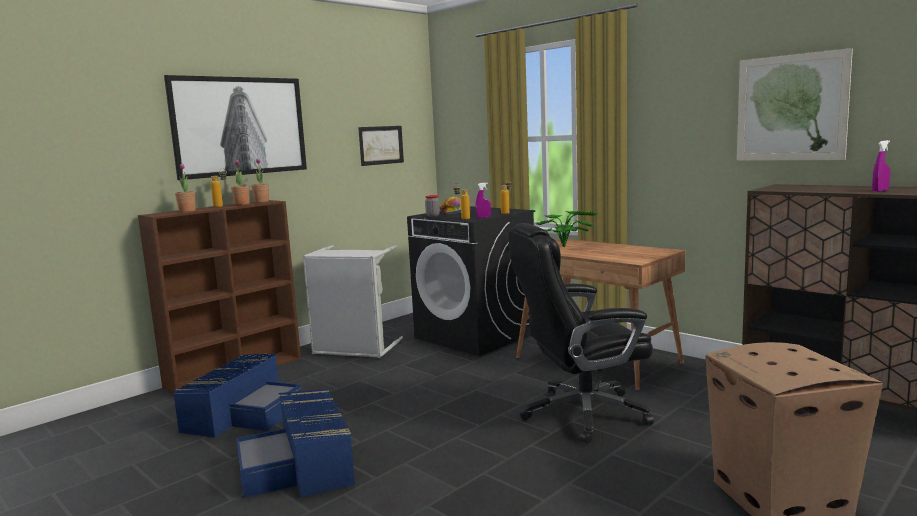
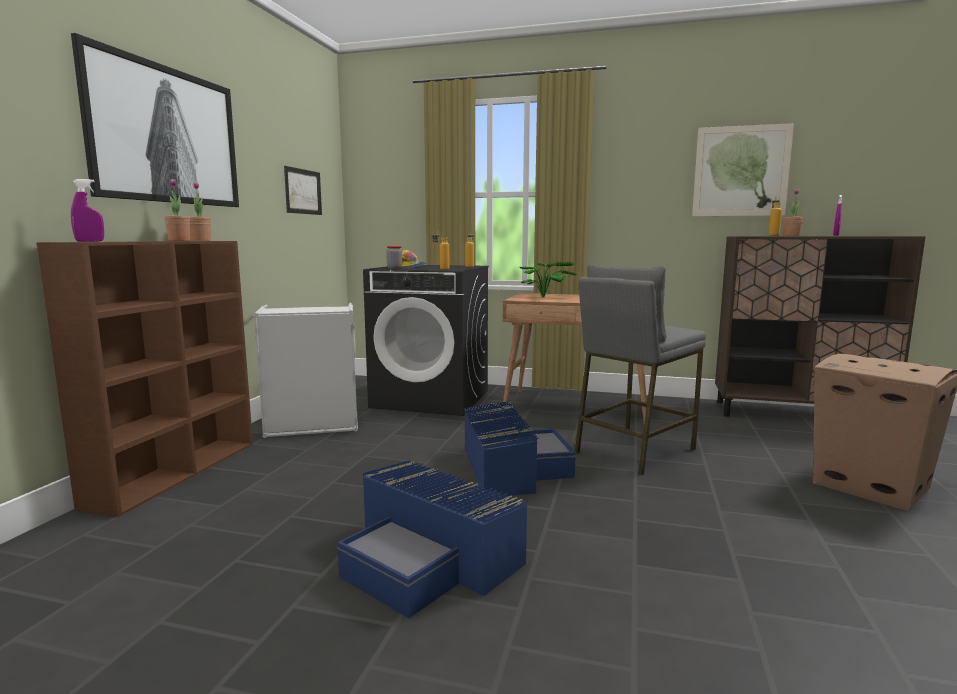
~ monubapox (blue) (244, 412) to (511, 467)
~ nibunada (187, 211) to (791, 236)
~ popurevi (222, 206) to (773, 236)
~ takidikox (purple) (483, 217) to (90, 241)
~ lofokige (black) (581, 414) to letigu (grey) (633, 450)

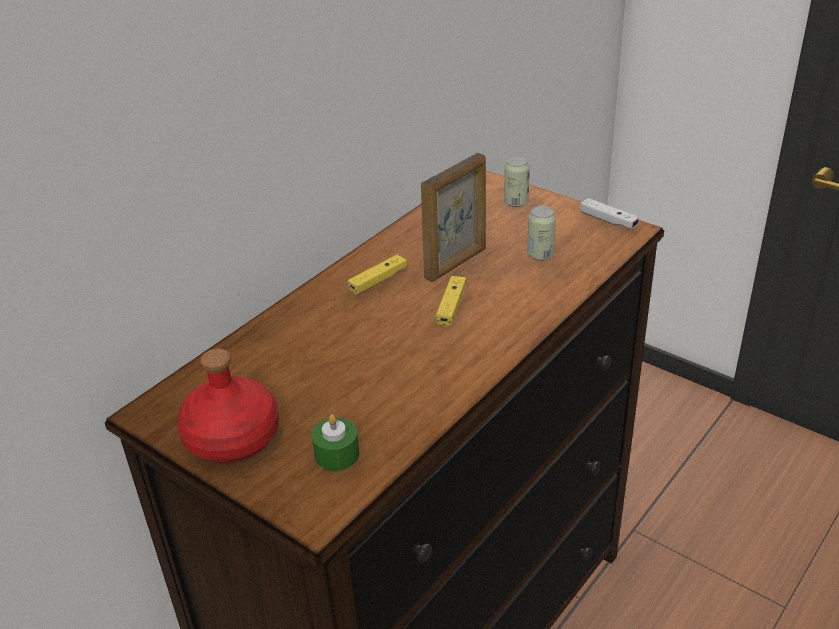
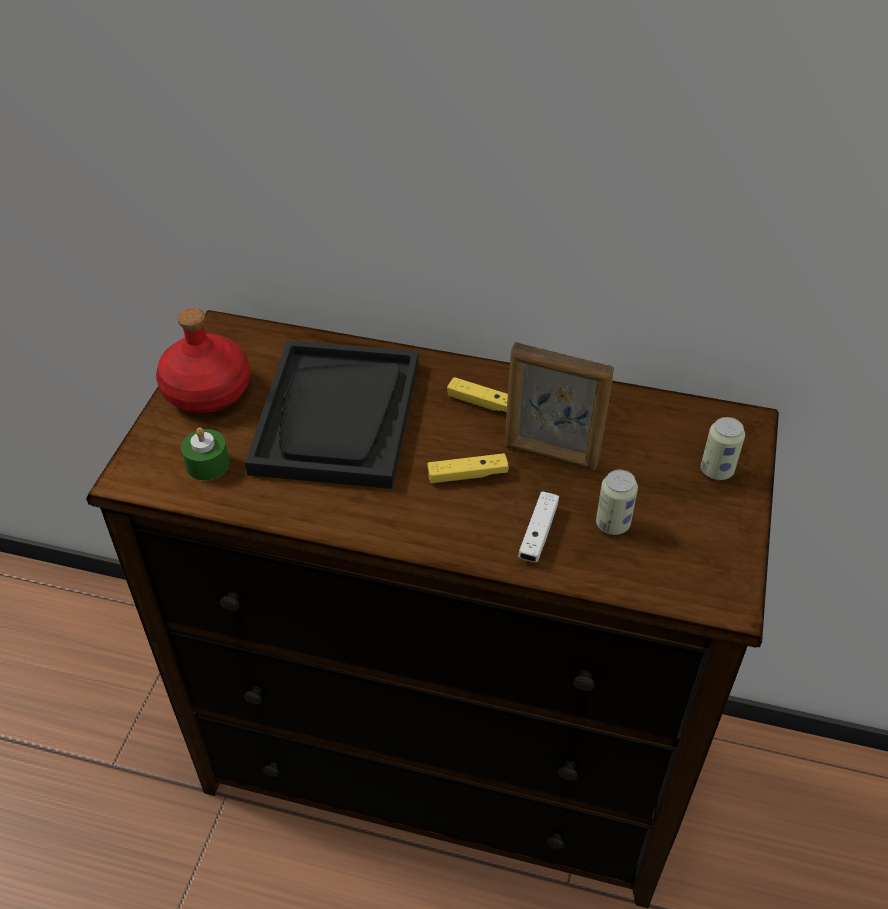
~ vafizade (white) (608, 220) to (538, 533)
+ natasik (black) (337, 417)

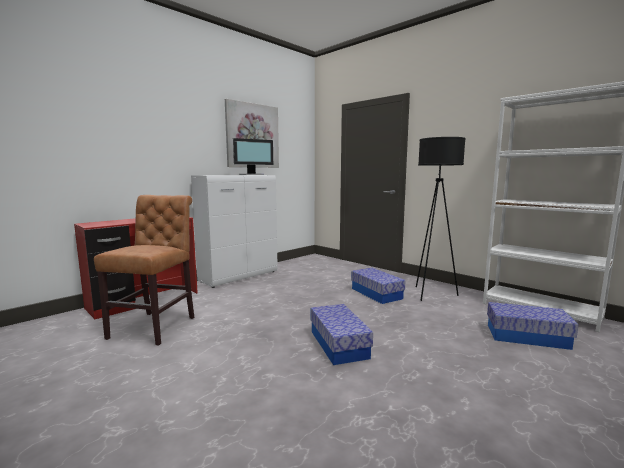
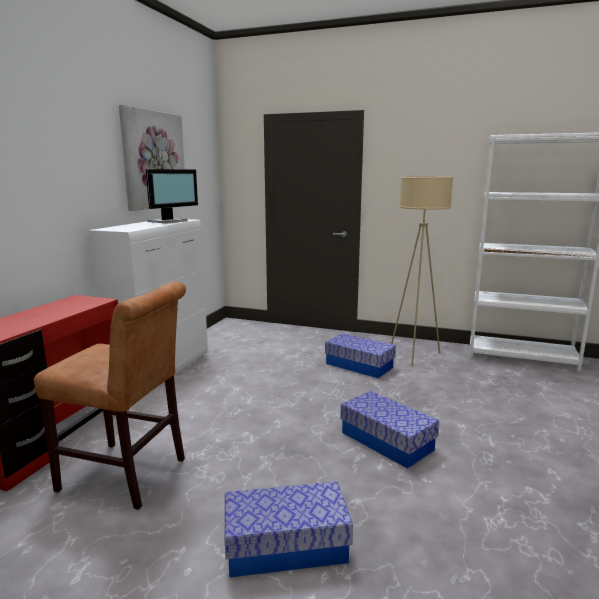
~ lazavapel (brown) (156, 326) = (128, 476) 120 degrees clockwise
~ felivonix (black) (432, 294) to felivonix (beige) (414, 355)
~ monubapox (527, 336) to (286, 545)

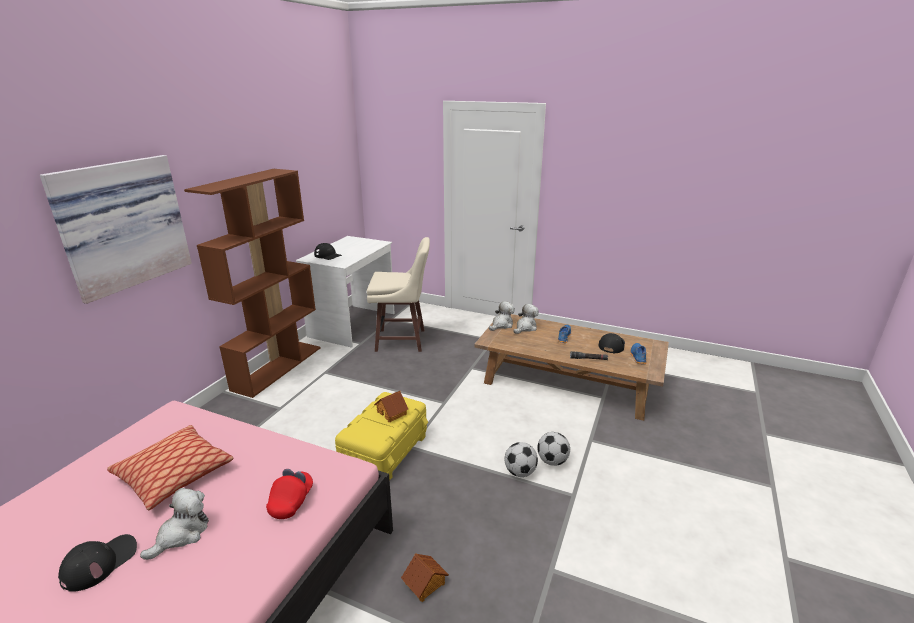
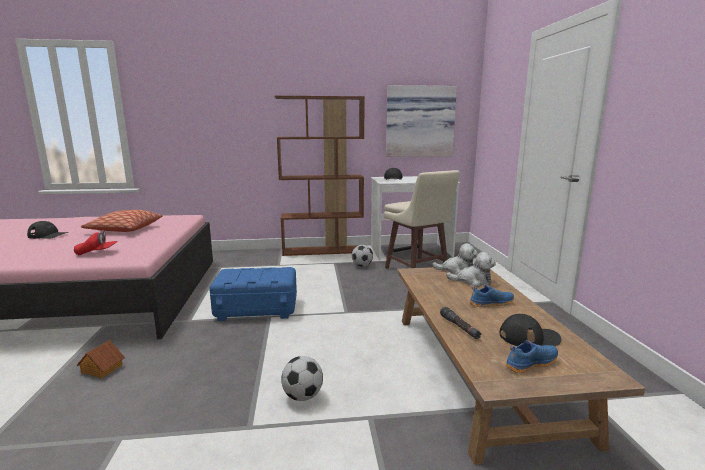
~ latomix (121, 224) to (419, 122)
- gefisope (182, 534)
~ monubapox (yellow) (384, 450) to monubapox (blue) (257, 308)
- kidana (392, 412)
~ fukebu (520, 472) to (362, 265)

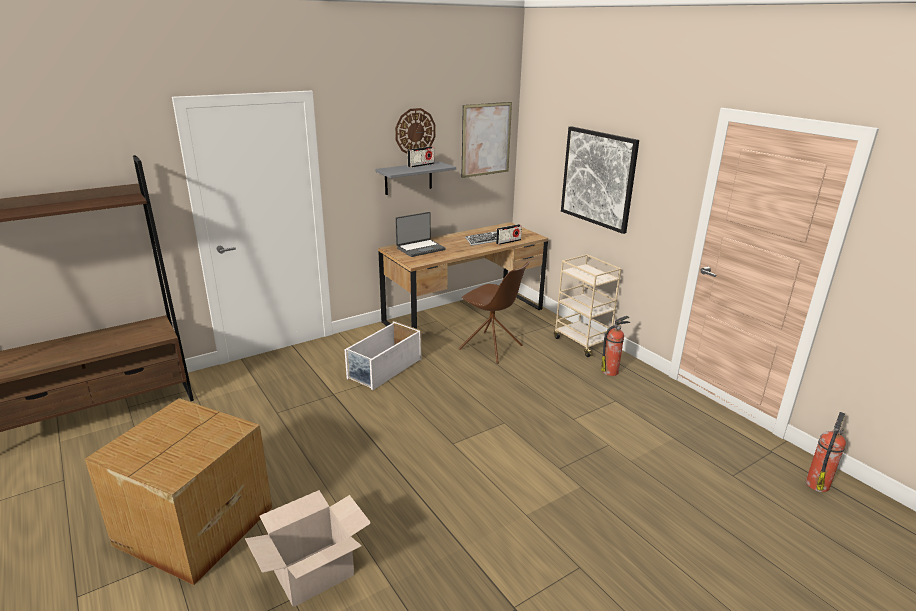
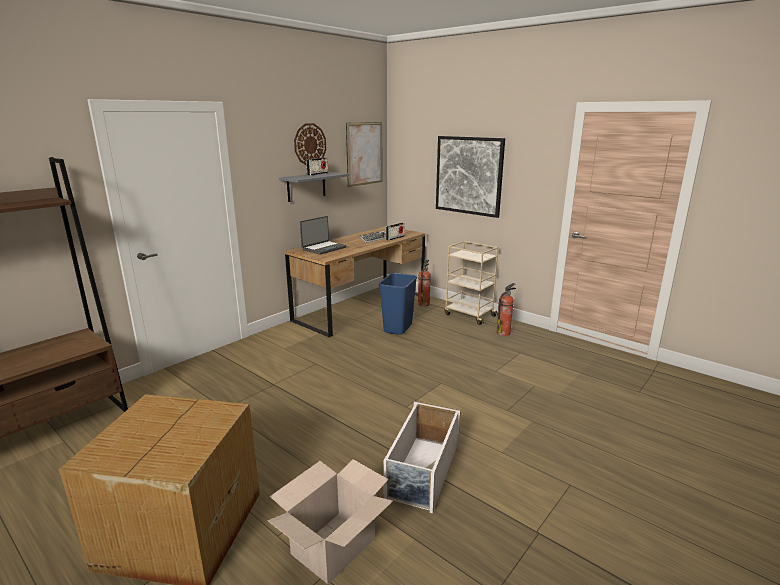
~ monubapox (white) (384, 369) to (422, 472)
~ lazavapel (brown) (491, 348) to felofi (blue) (398, 328)
~ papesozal (817, 484) to (424, 304)

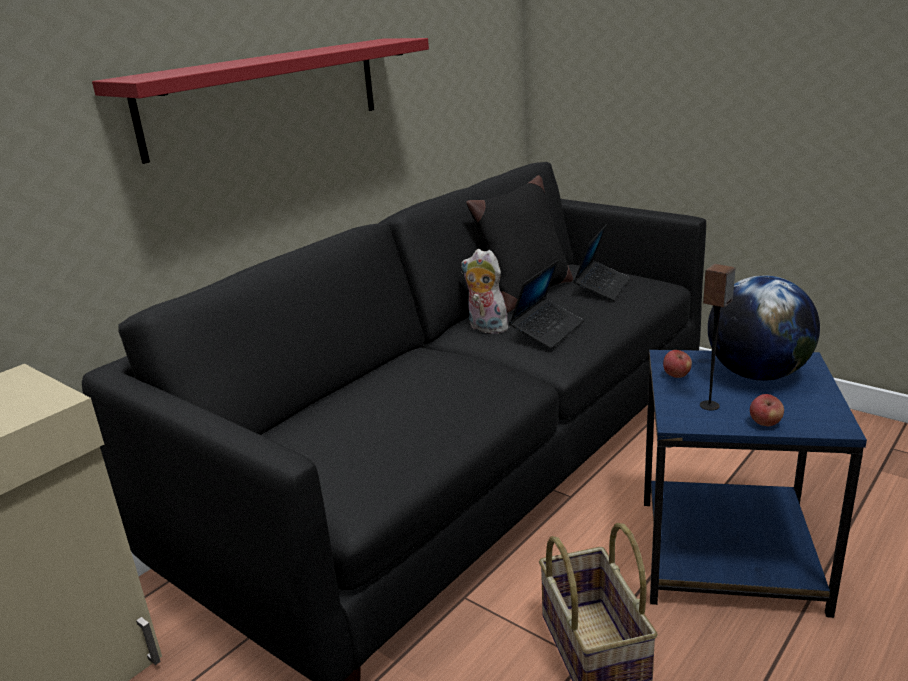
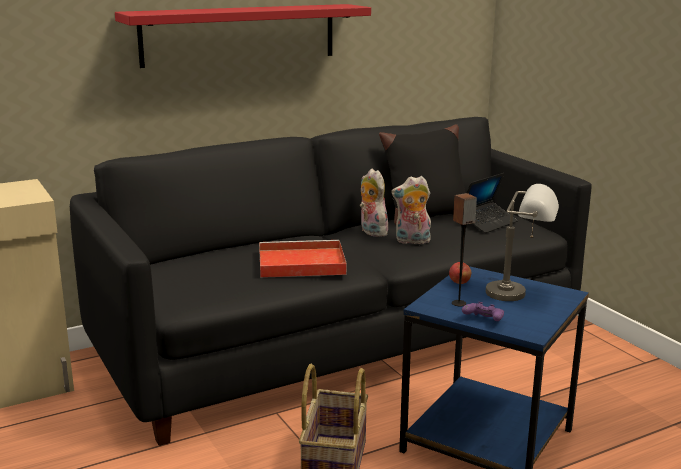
~ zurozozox (547, 330) to gefisope (412, 241)
~ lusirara (757, 374) to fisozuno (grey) (519, 294)
~ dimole (765, 423) to vafizade (purple) (483, 321)
+ natasik (red) (299, 263)

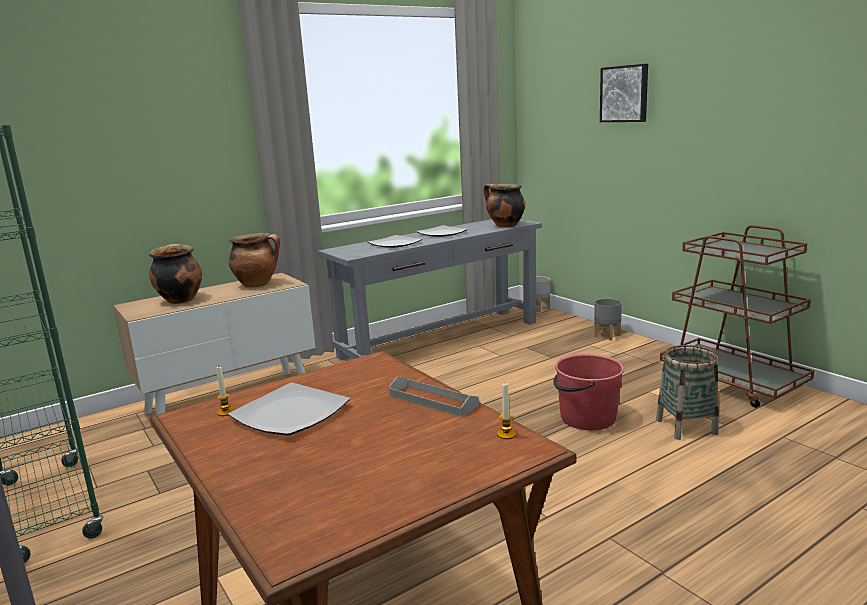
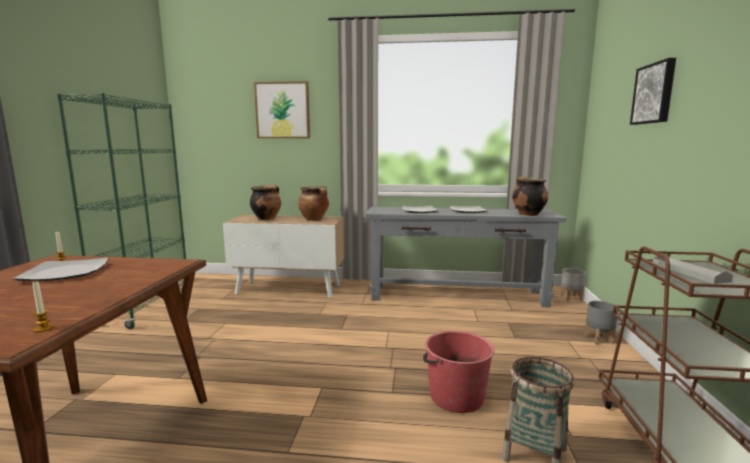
~ natasik (grey) (432, 400) to (689, 272)
+ latomix (282, 110)

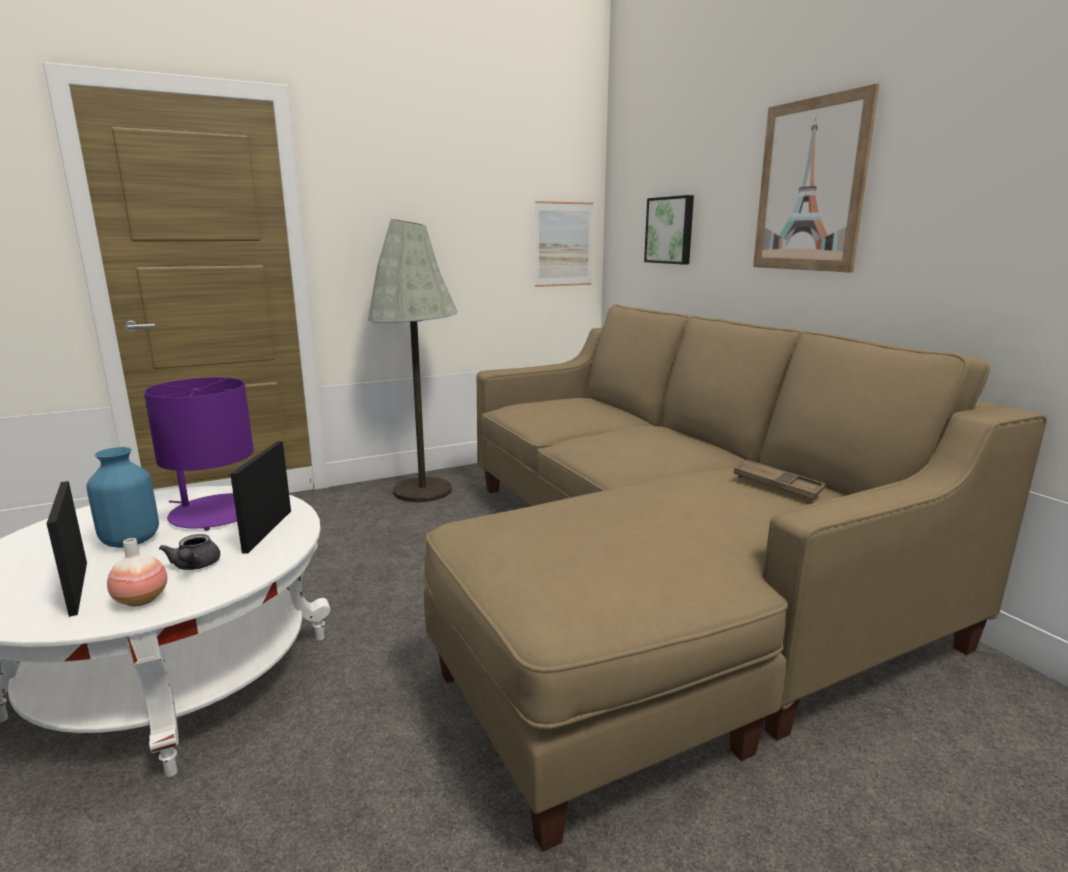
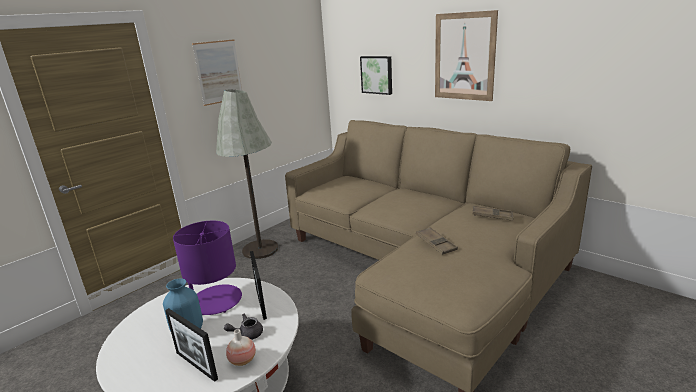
~ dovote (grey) (195, 566) = (247, 334) 105 degrees clockwise
~ latomix (563, 244) to (218, 72)
+ natasik (brown) (436, 244)

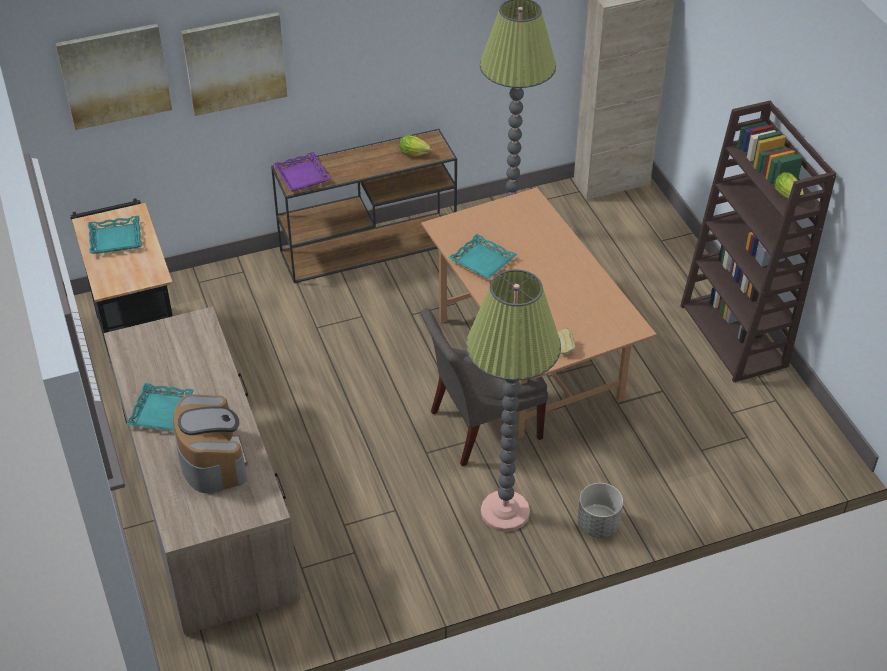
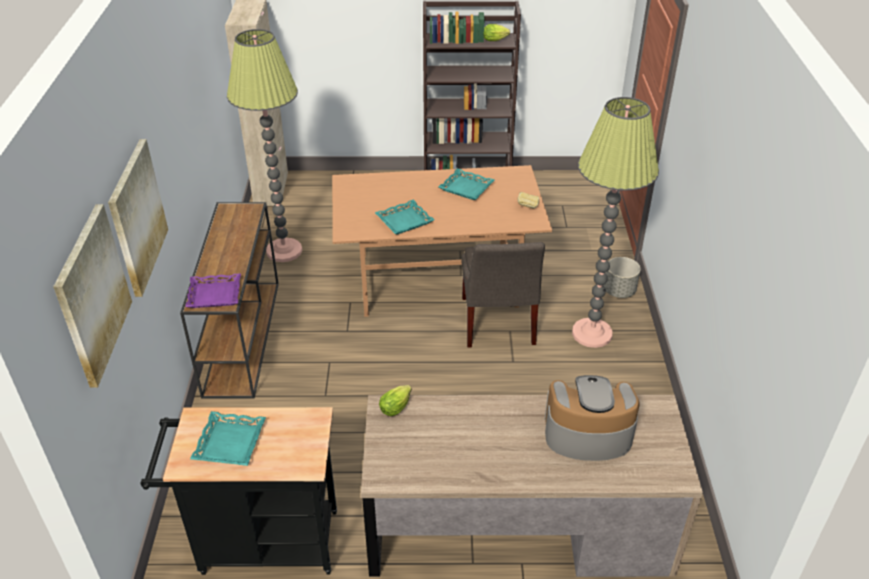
~ natasik (turquoise) (161, 411) to (466, 188)
~ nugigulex (415, 154) to (397, 406)

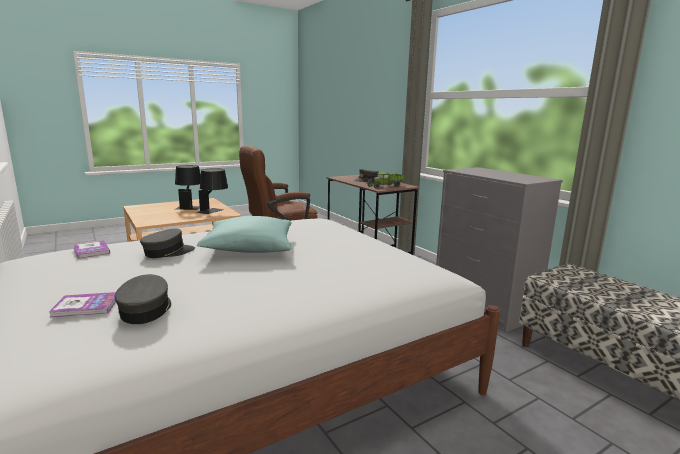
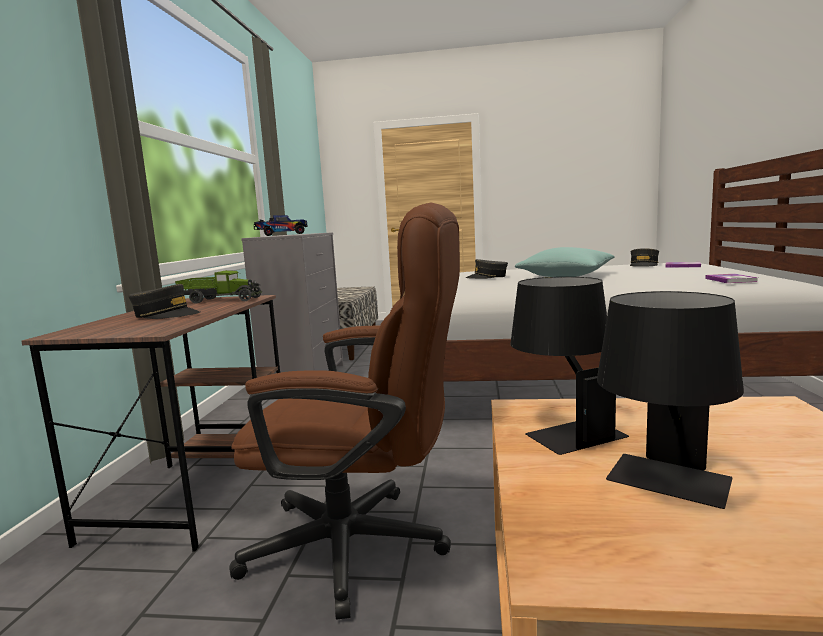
~ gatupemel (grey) (168, 252) to (487, 277)
+ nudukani (281, 235)

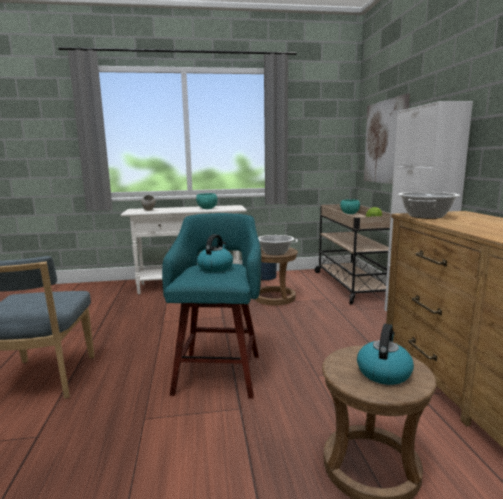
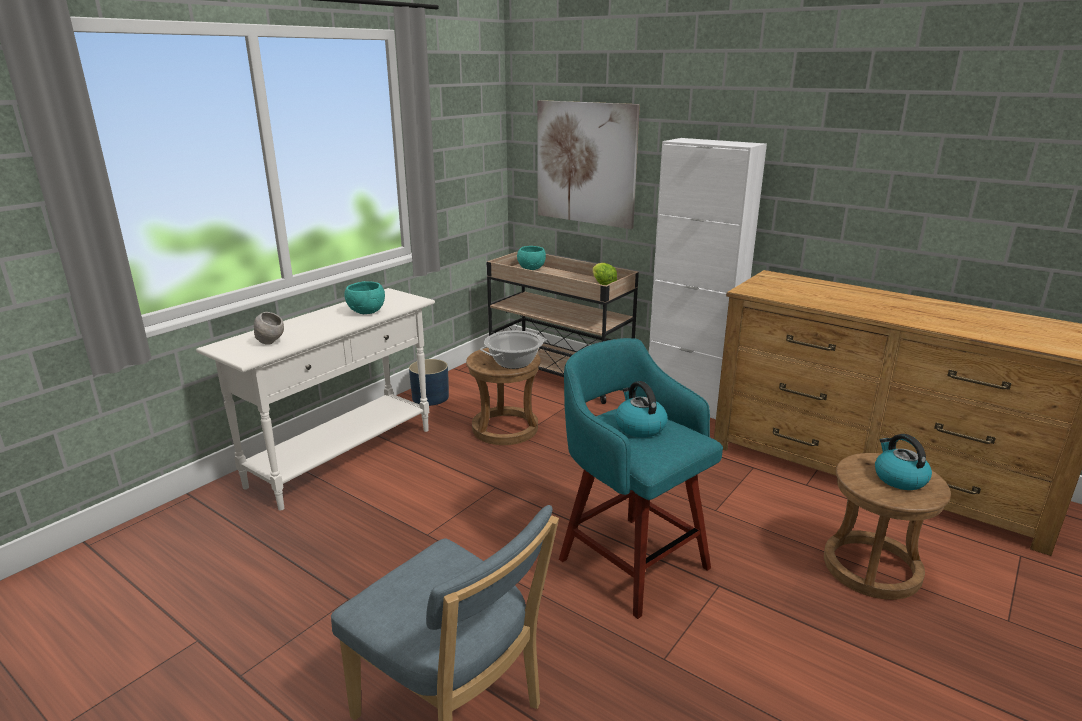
- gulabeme (426, 216)

